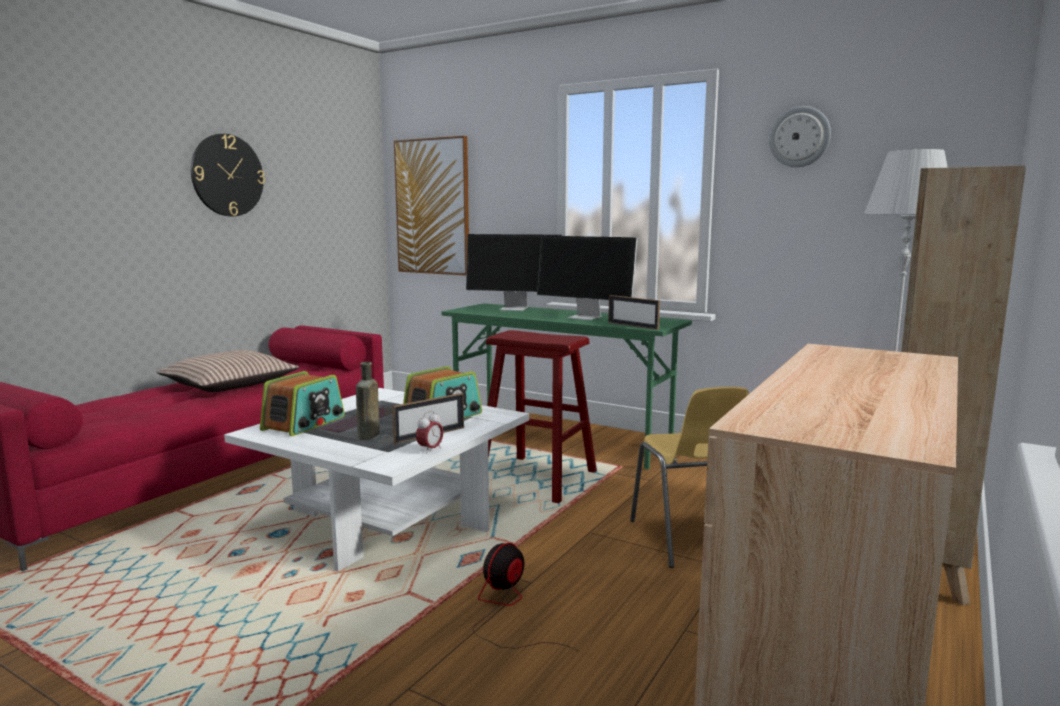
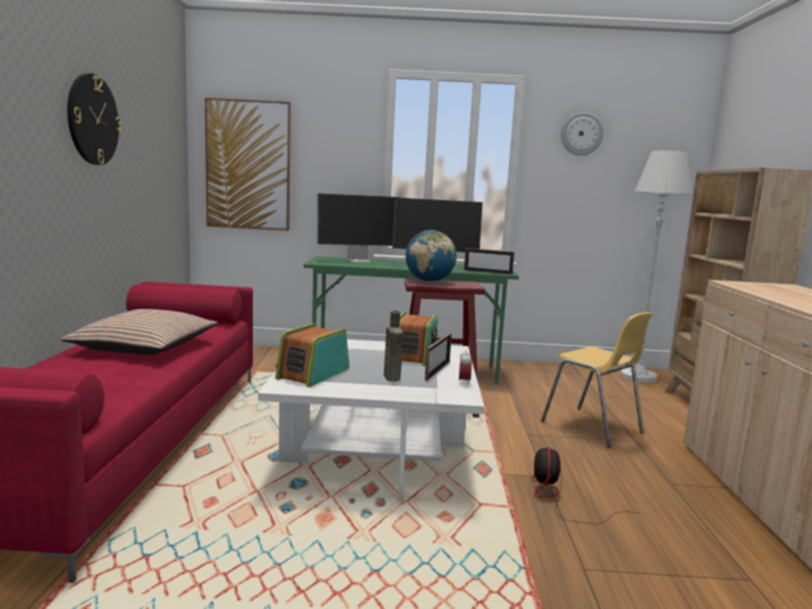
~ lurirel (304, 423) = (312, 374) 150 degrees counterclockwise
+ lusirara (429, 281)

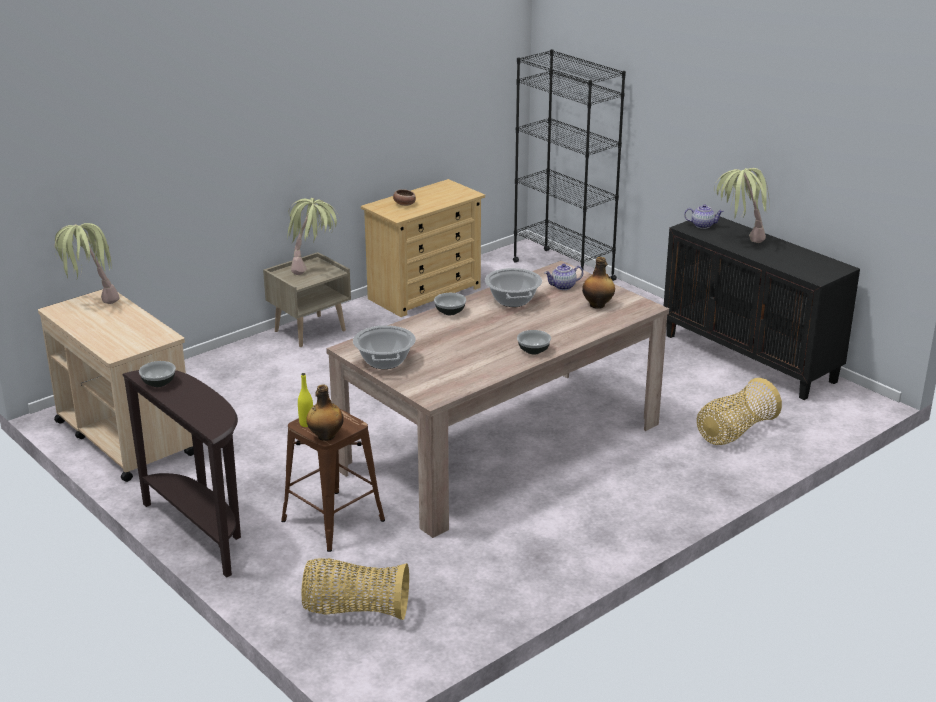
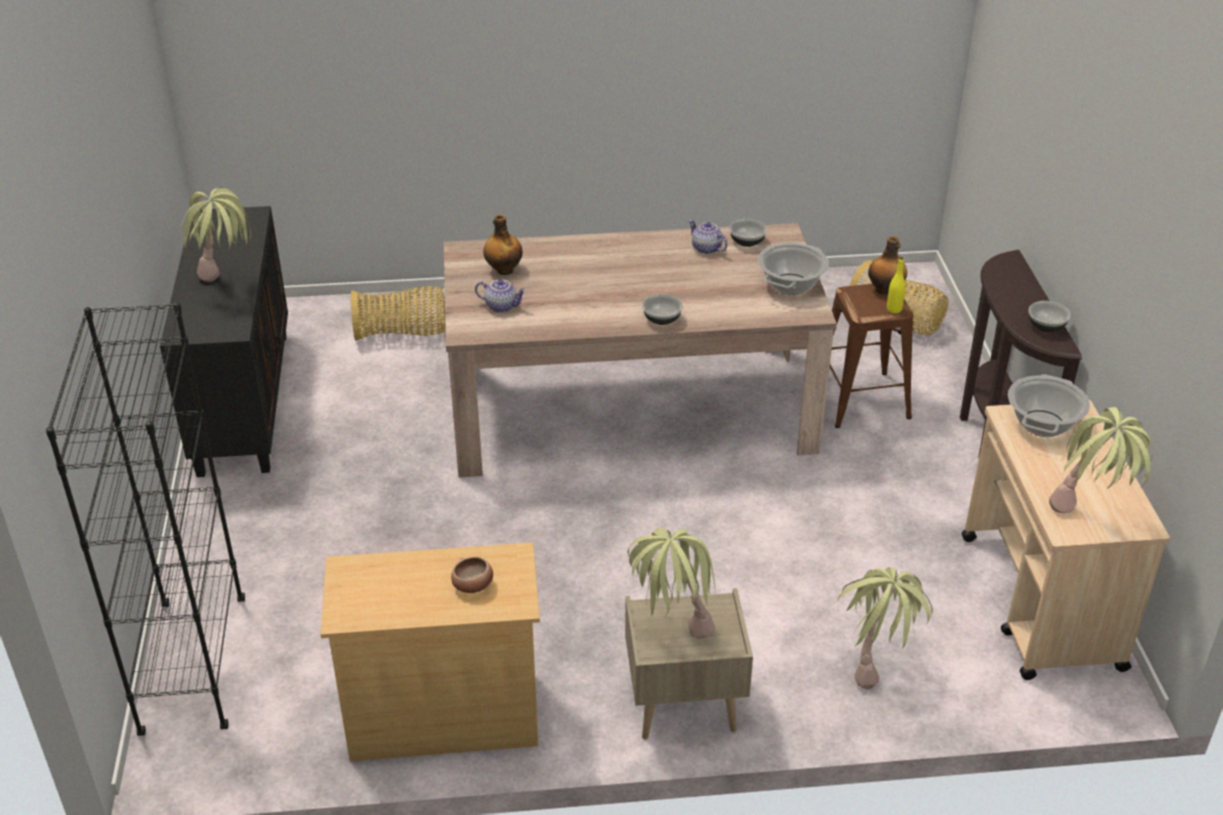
~ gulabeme (513, 300) to (1042, 423)
~ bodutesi (533, 350) to (747, 242)
~ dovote (702, 225) to (706, 249)
+ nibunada (877, 664)

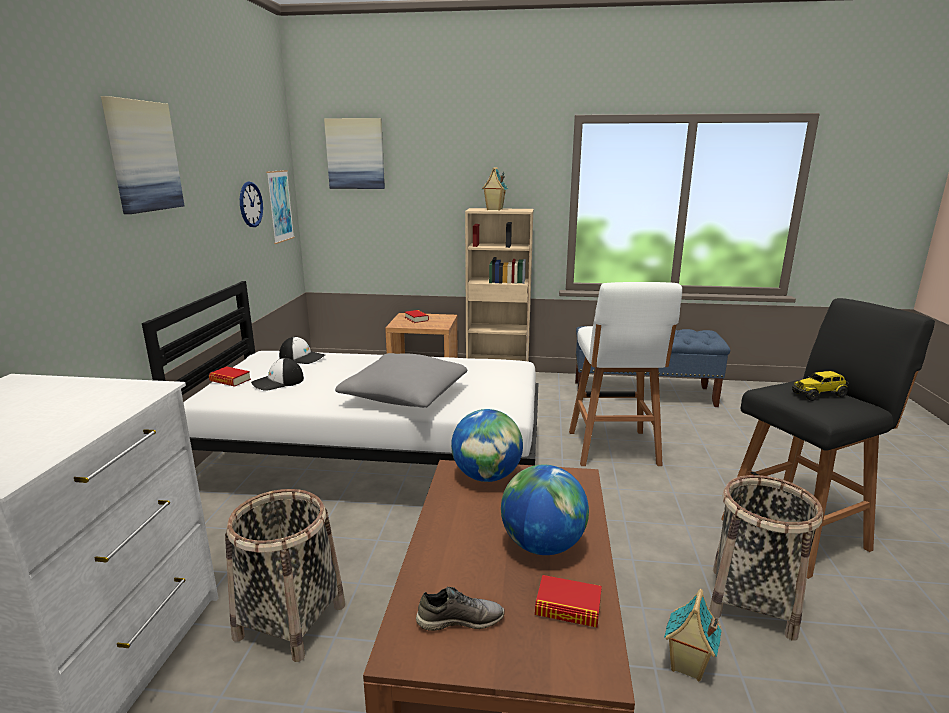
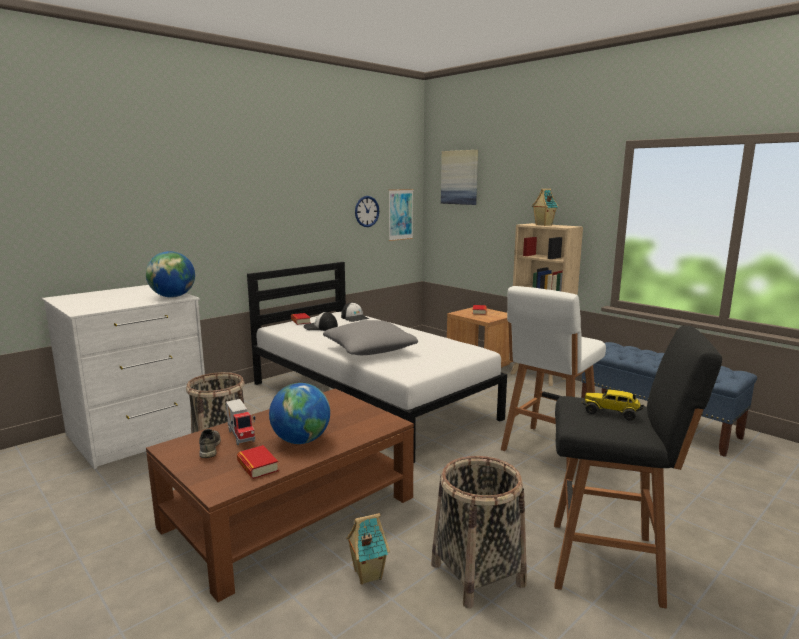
- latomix (143, 156)
~ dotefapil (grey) (460, 619) = (209, 448) 135 degrees counterclockwise
~ lusirara (487, 476) to (173, 297)
+ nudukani (242, 435)

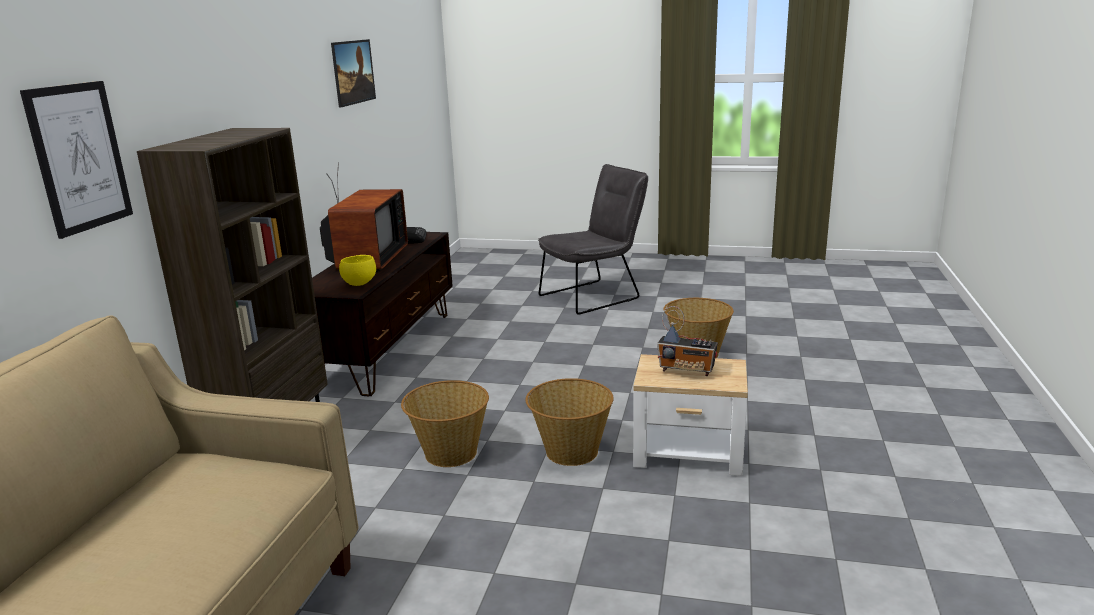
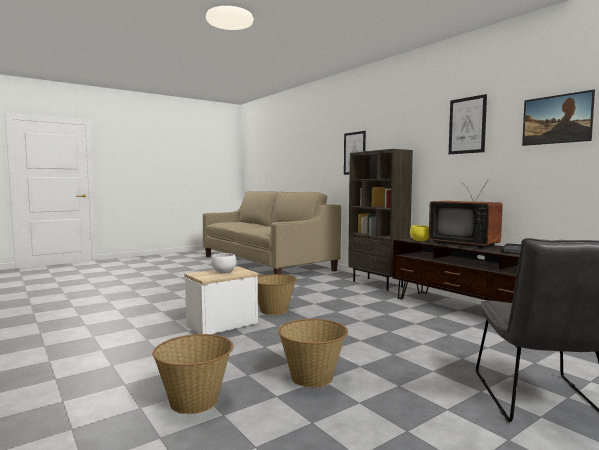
~ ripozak (450, 453) to (195, 401)
~ lurirel (687, 370) to bodutesi (white) (223, 272)
+ latomix (467, 125)

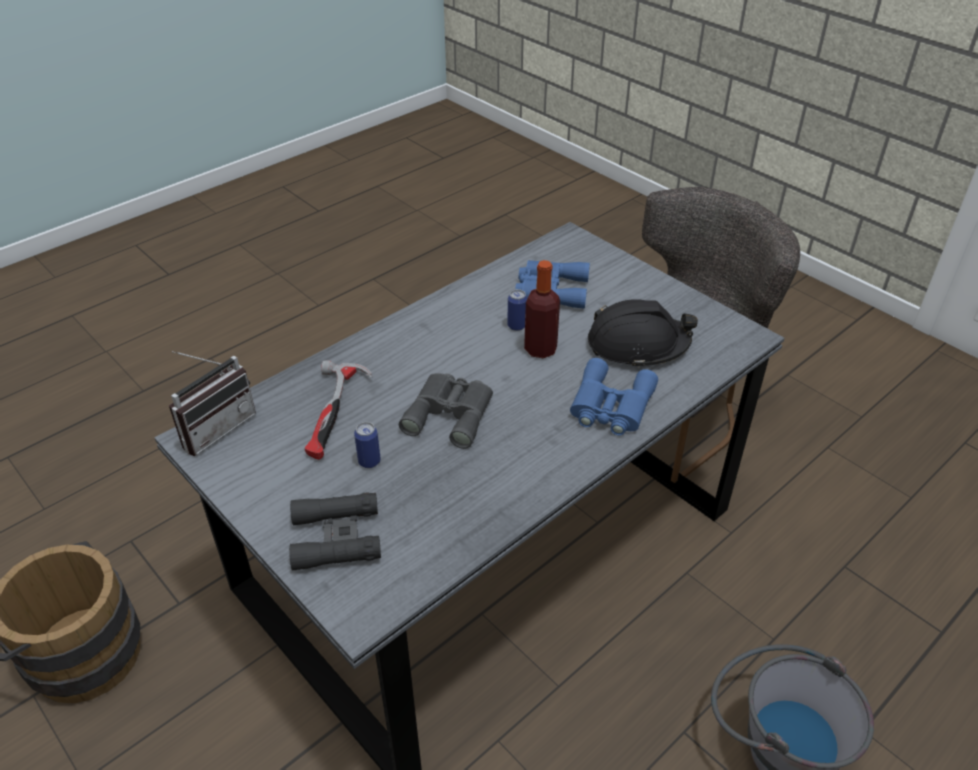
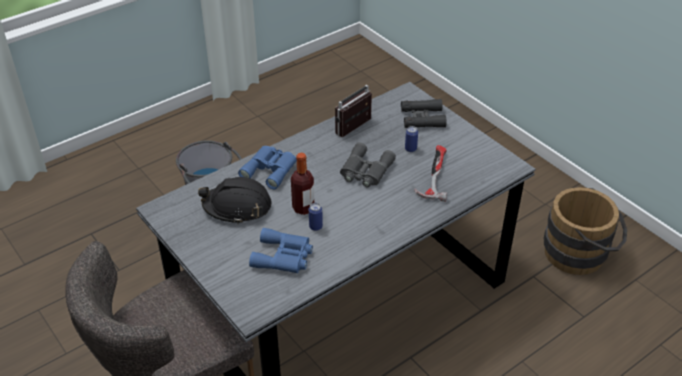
~ lurirel (215, 427) to (356, 129)

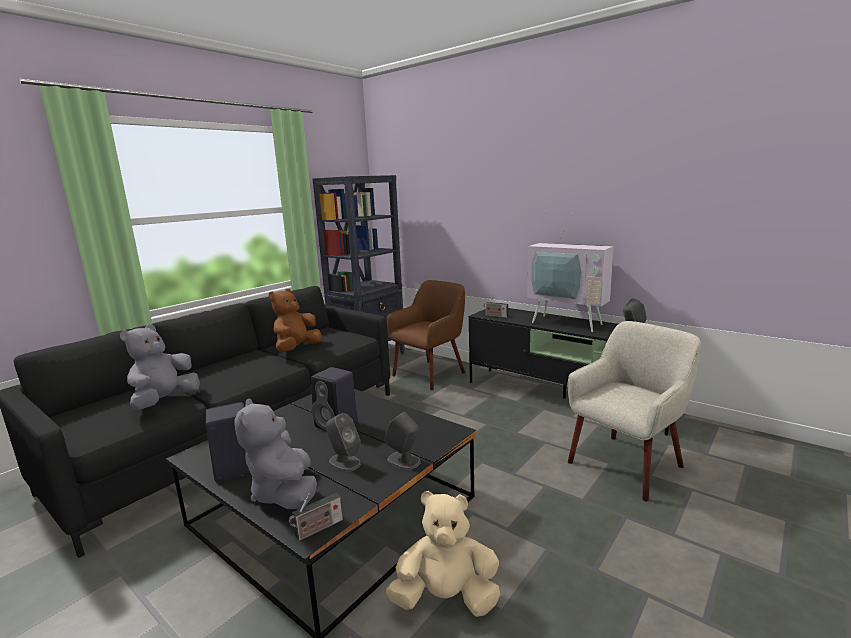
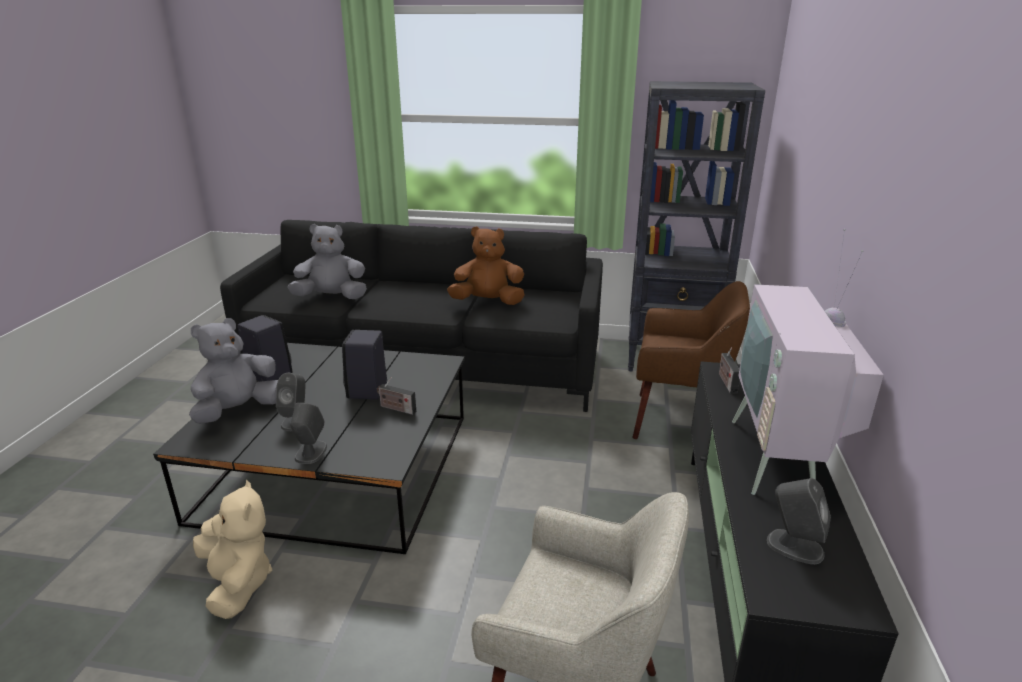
~ lurirel (317, 529) to (396, 409)

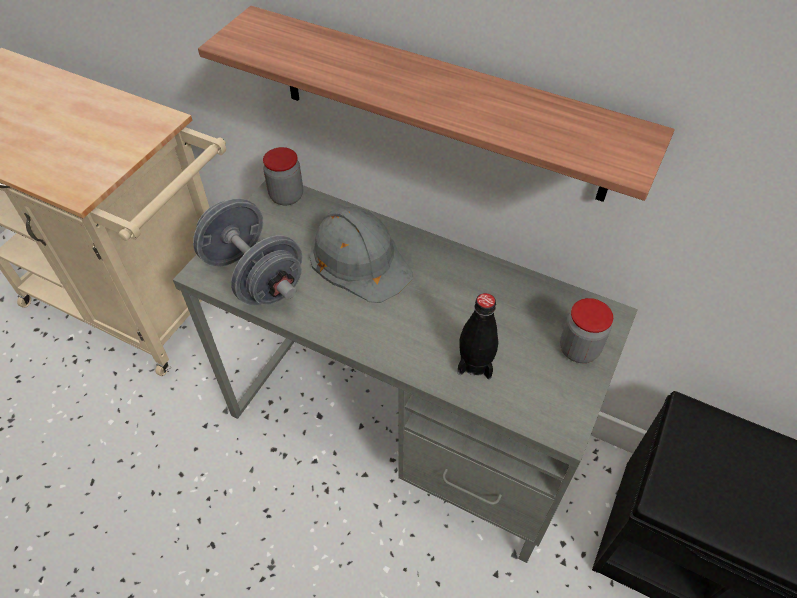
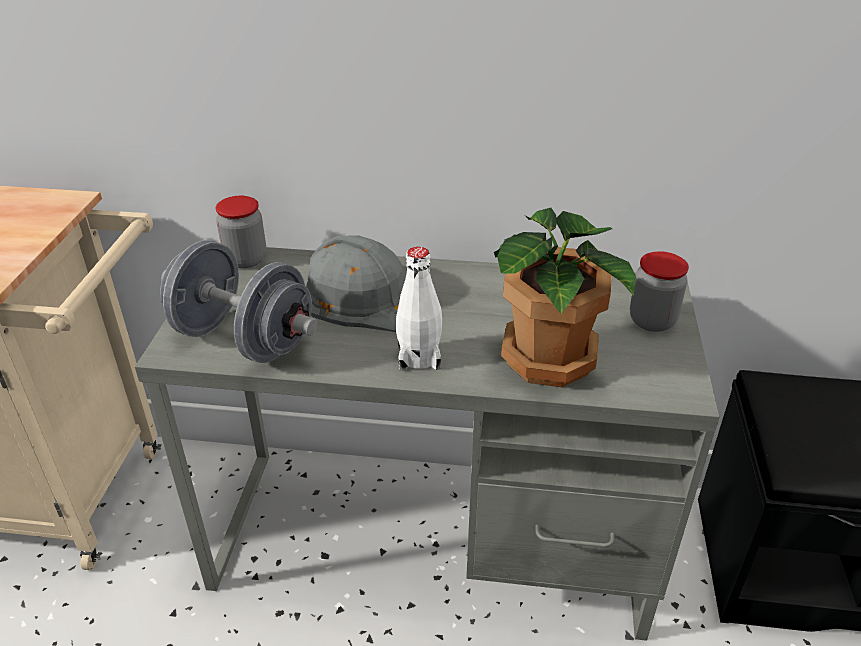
- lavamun (440, 105)
~ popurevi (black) (475, 362) to nibunada (552, 358)
+ popurevi (white) (419, 357)

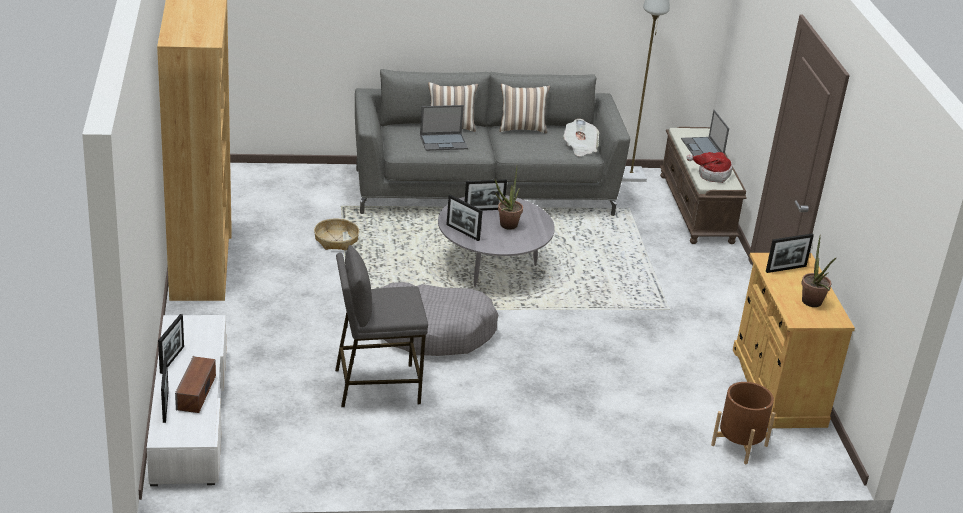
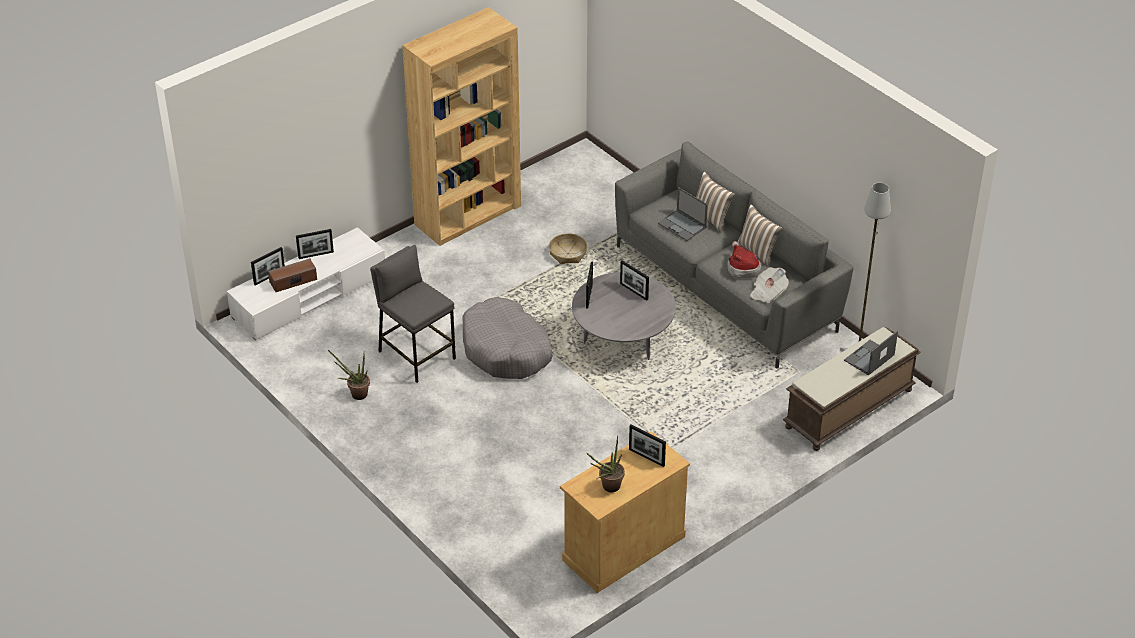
~ nibunada (506, 226) to (355, 394)
~ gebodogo (711, 174) to (742, 268)
- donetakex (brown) (739, 445)

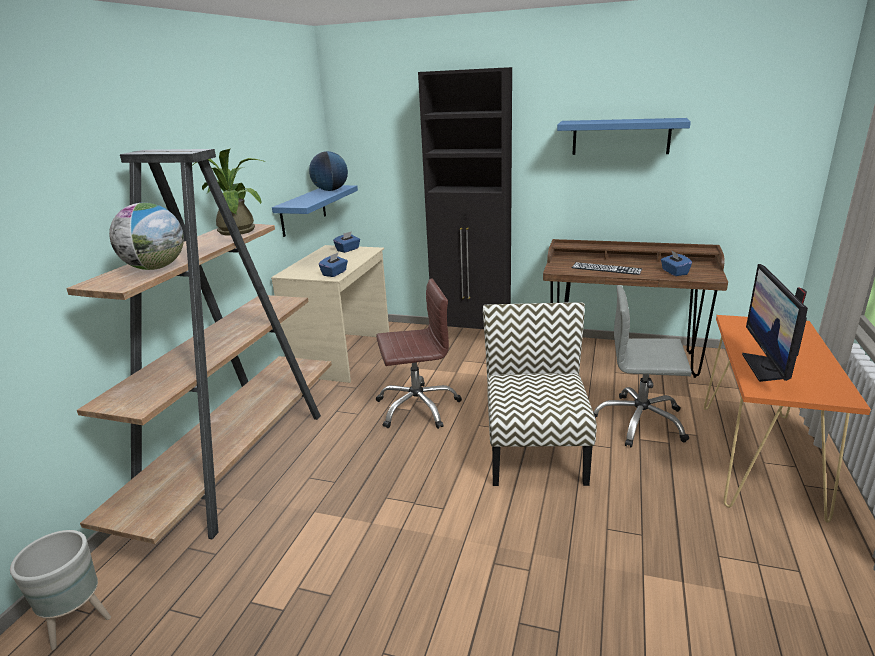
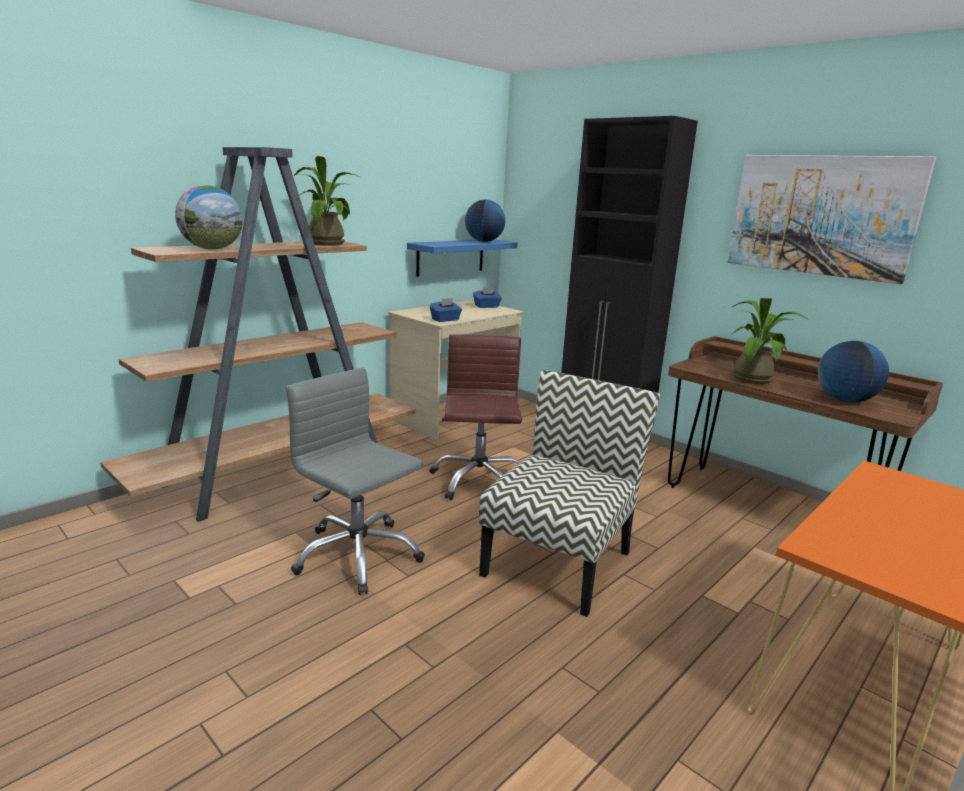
- donetakex (grey) (79, 624)
~ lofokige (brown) (417, 407) = (478, 480) 105 degrees counterclockwise
~ lavamun (blue) (621, 137) to latomix (821, 215)
~ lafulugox (606, 268) to nibunada (754, 378)
~ lofokige (grey) (639, 422) to (357, 555)
~ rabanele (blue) (674, 272) to lusirara (845, 400)
- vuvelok (766, 368)

